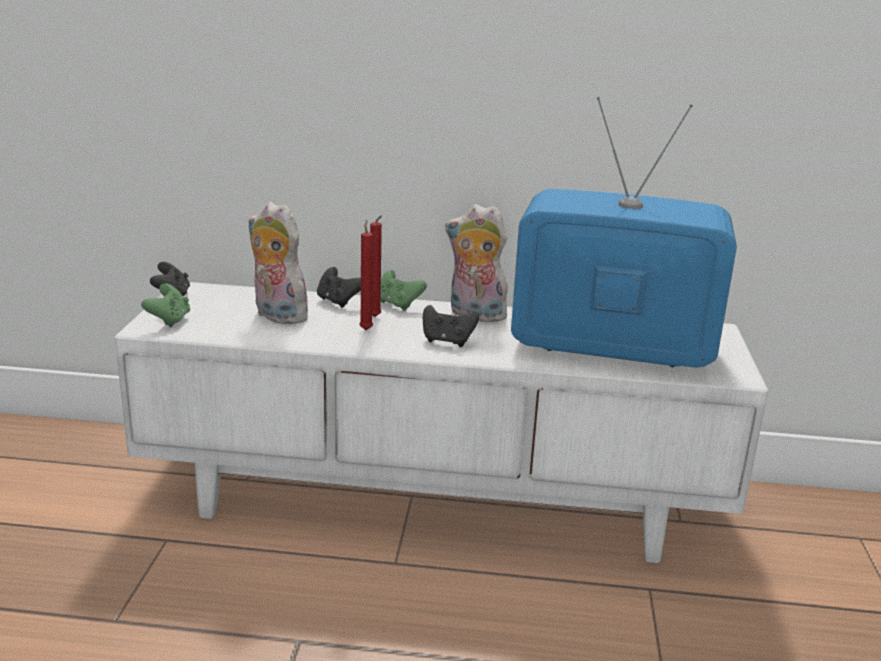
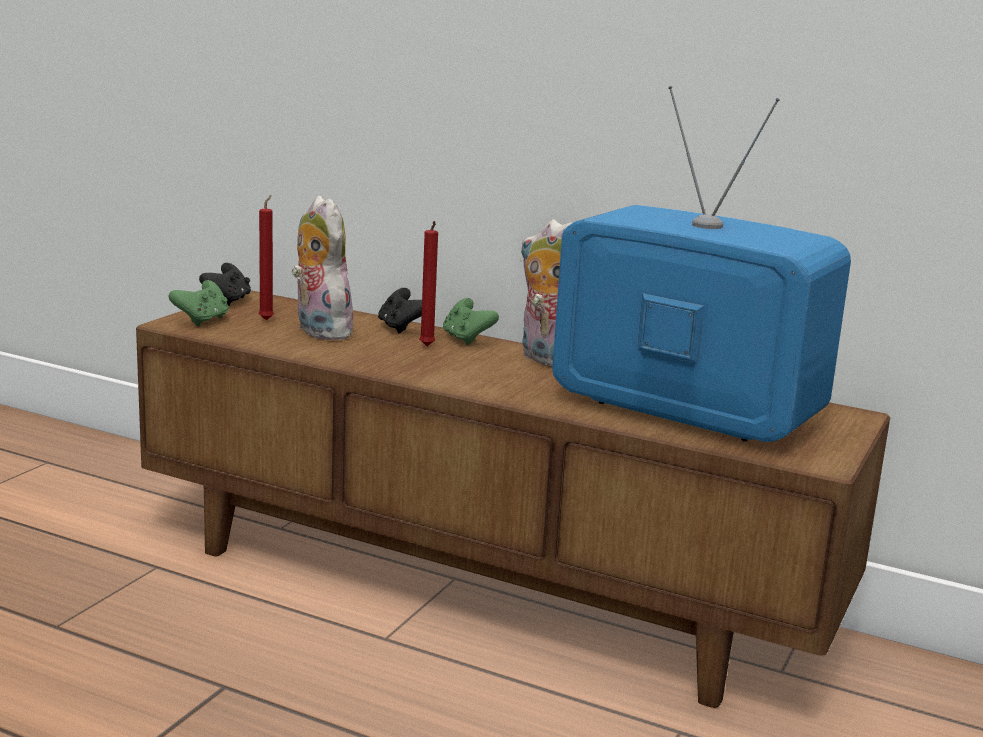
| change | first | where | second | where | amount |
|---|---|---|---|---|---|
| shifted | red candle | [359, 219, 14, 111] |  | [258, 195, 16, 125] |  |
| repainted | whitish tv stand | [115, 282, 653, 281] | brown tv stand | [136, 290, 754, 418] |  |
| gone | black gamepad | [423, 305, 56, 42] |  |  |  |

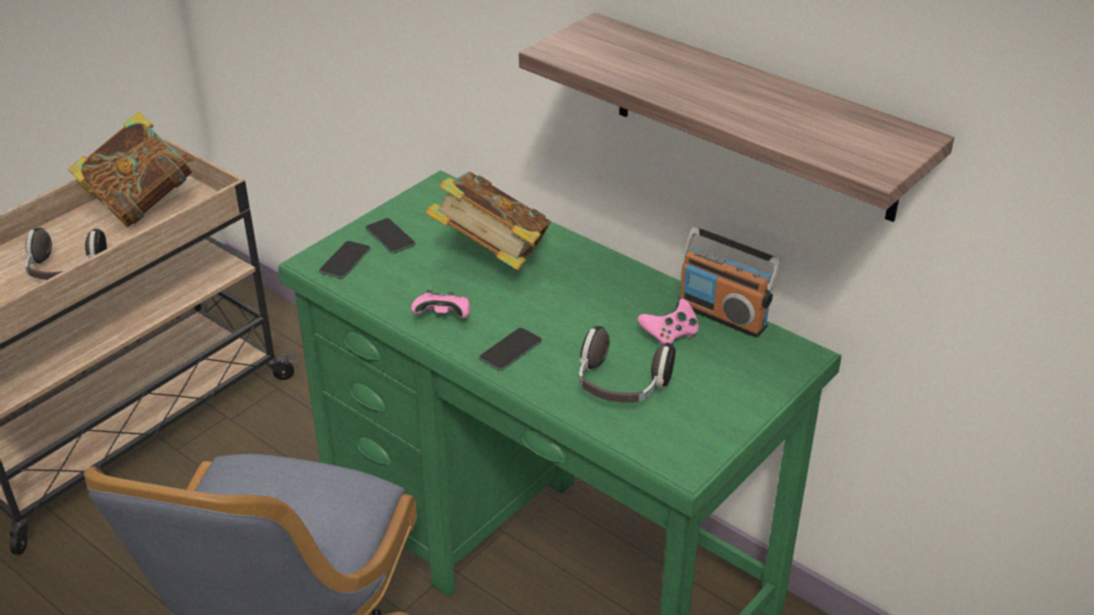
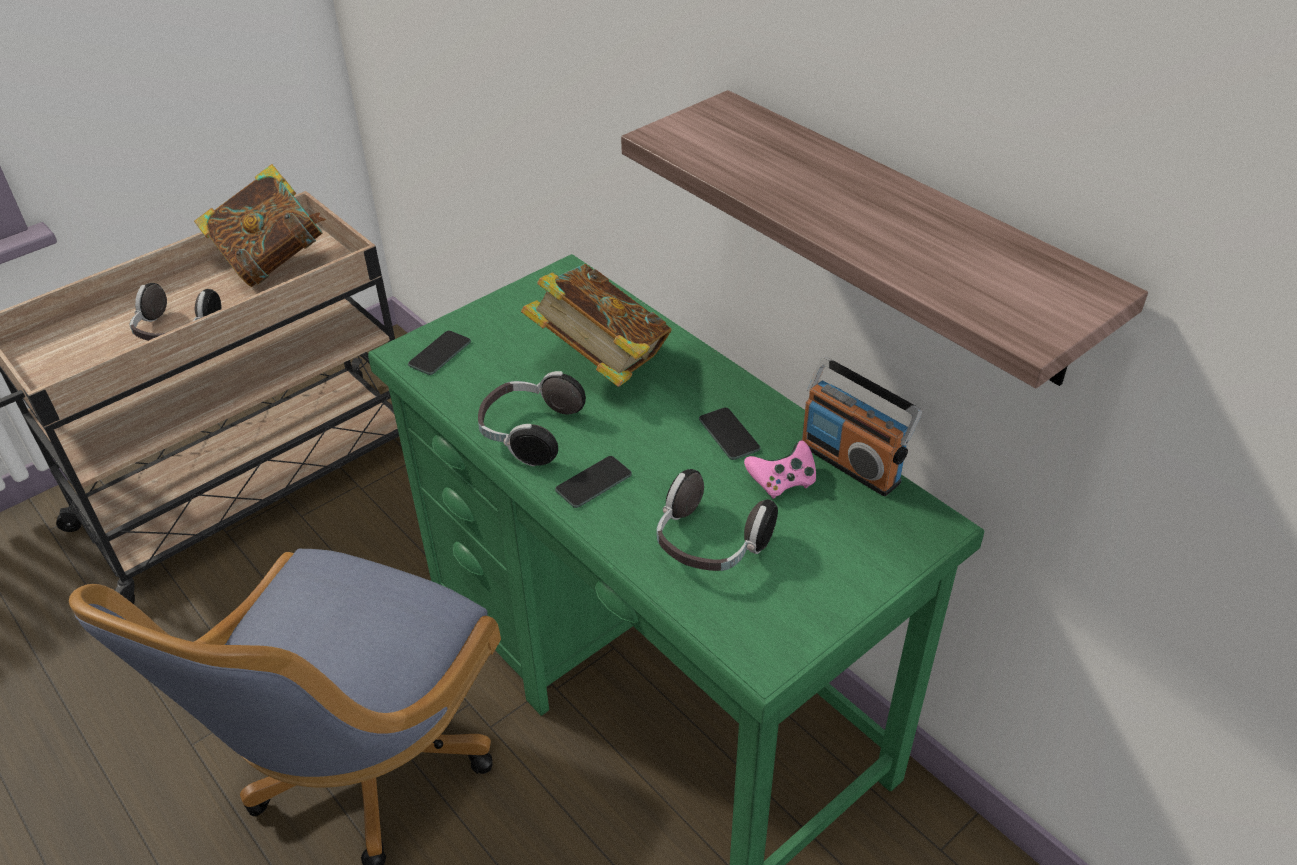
| change | first | where | second | where | amount |
|---|---|---|---|---|---|
| shifted | telephone | [366, 218, 50, 35] |  | [699, 407, 62, 53] |  |
| swapped | pink-coloured gamepad | [411, 290, 59, 28] | headphones | [478, 371, 108, 95] |  |

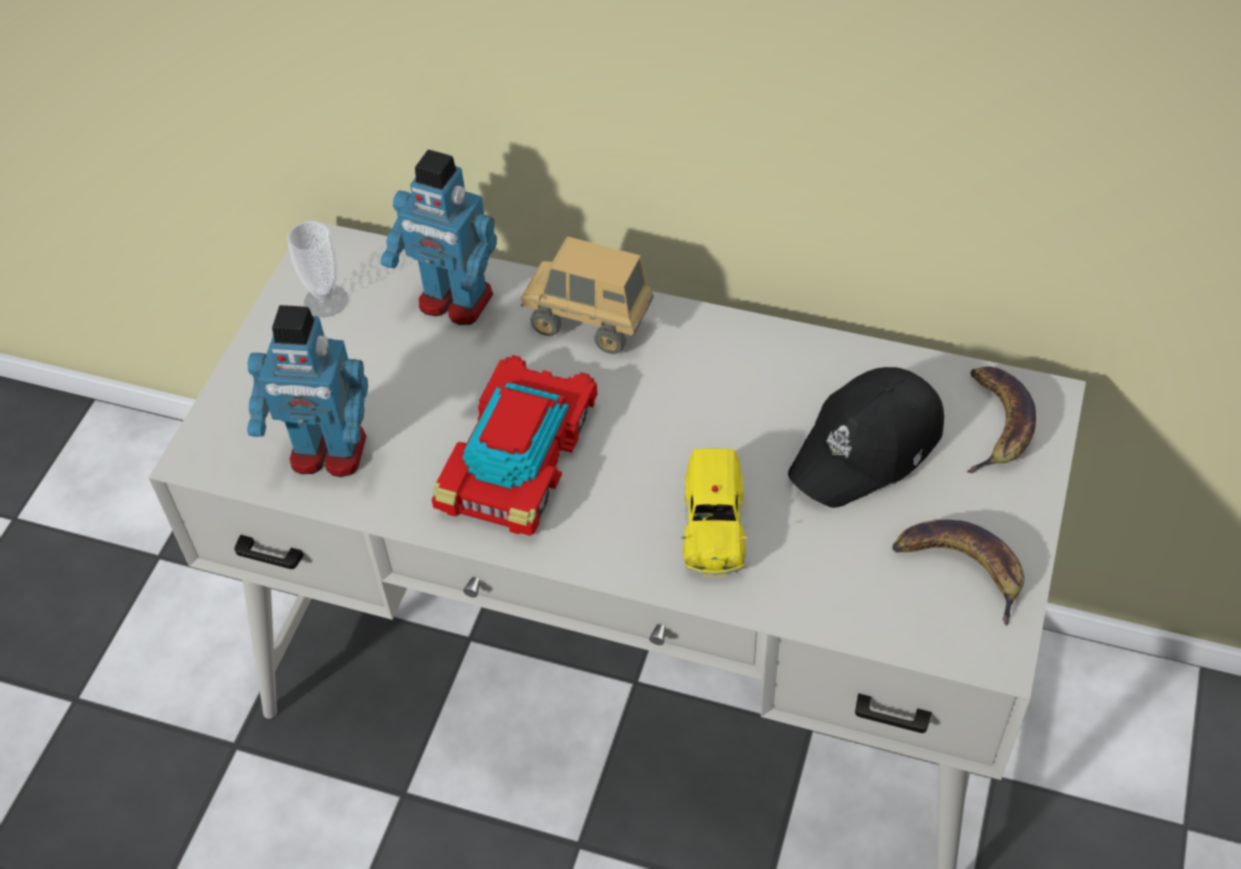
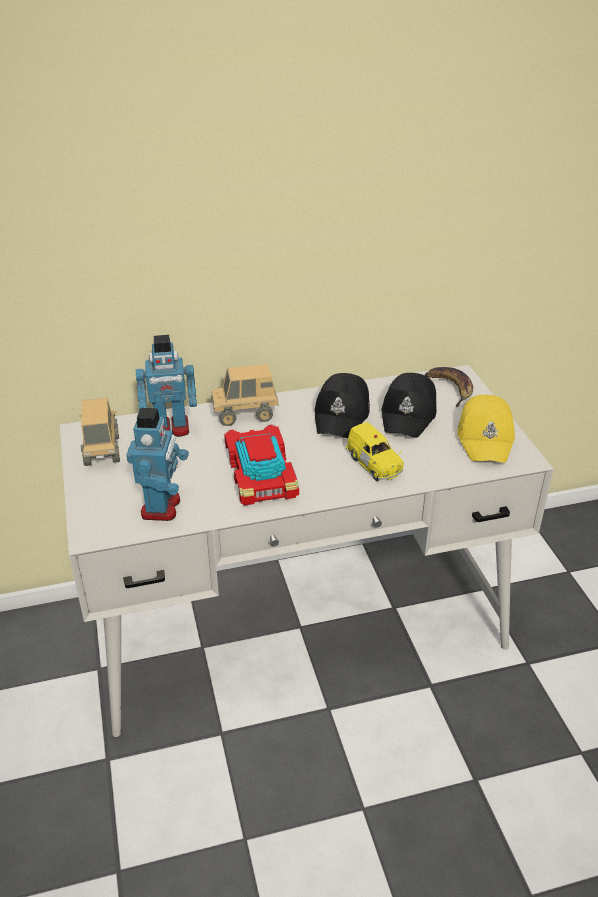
| change | first | where | second | where | amount |
|---|---|---|---|---|---|
| swapped | drinking cup | [287, 221, 61, 96] | model truck | [79, 398, 41, 68] |  |
| rotated | model robot | [247, 305, 121, 172] |  | [126, 408, 63, 113] | 60 degrees counterclockwise |
| swapped | banana fruit | [892, 520, 132, 106] | yellow-coloured peaked cap | [457, 395, 58, 68] |  |
| new |  |  | black peaked cap | [314, 373, 56, 65] |  |

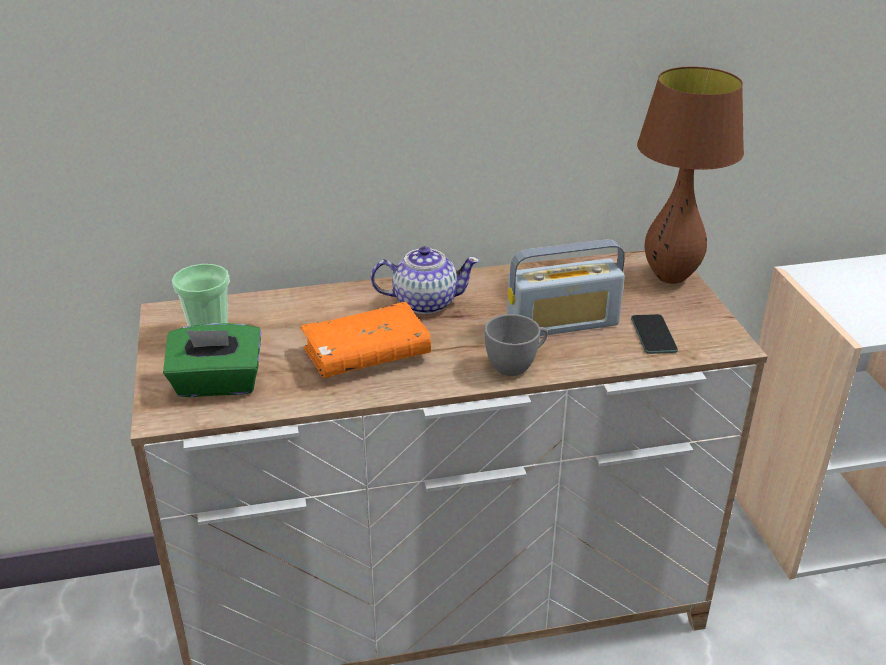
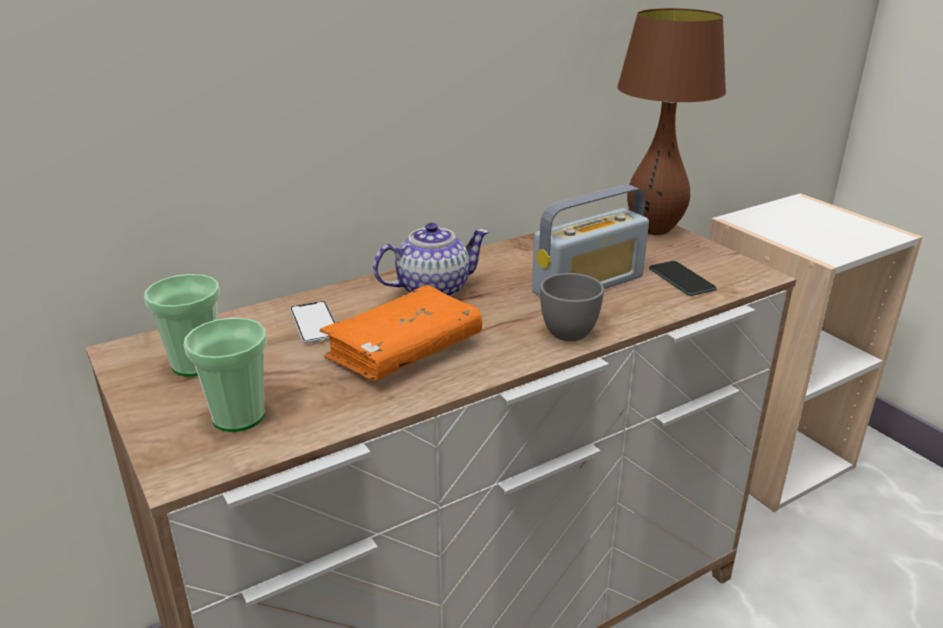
| change | first | where | second | where | amount |
|---|---|---|---|---|---|
| swapped | green-coloured tissue box | [163, 323, 98, 74] | drinking cup | [184, 317, 83, 115] |  |
| new |  |  | telephone | [290, 301, 46, 42] |  |

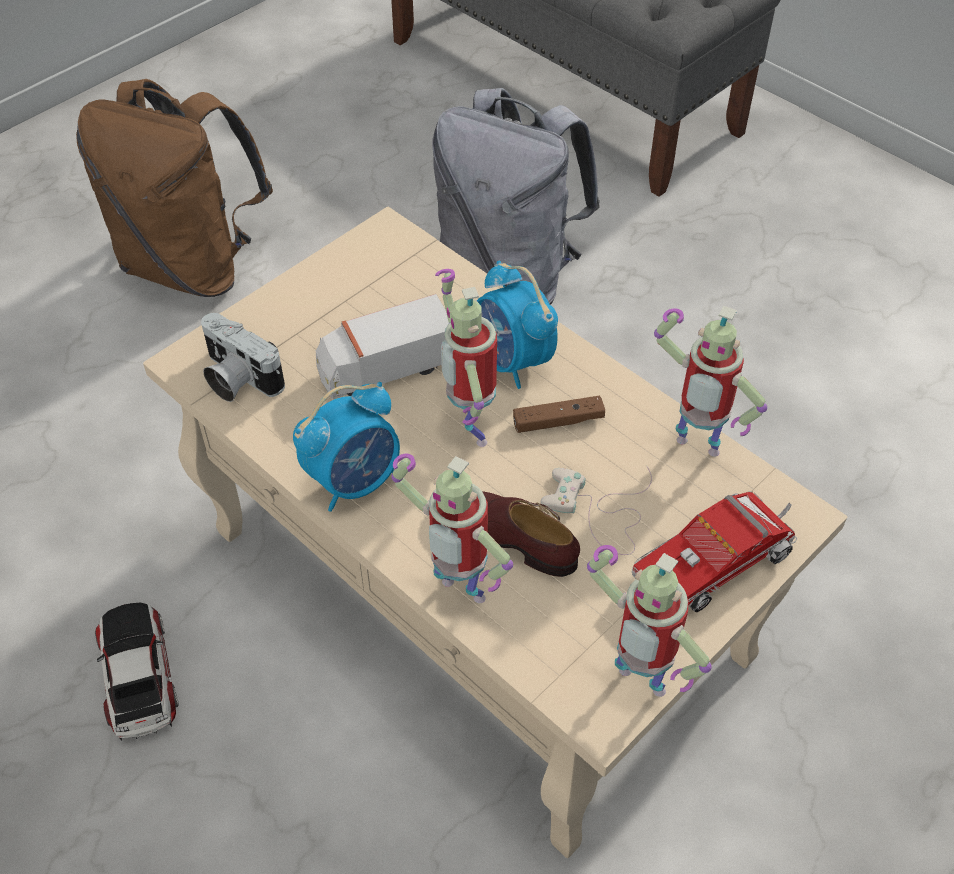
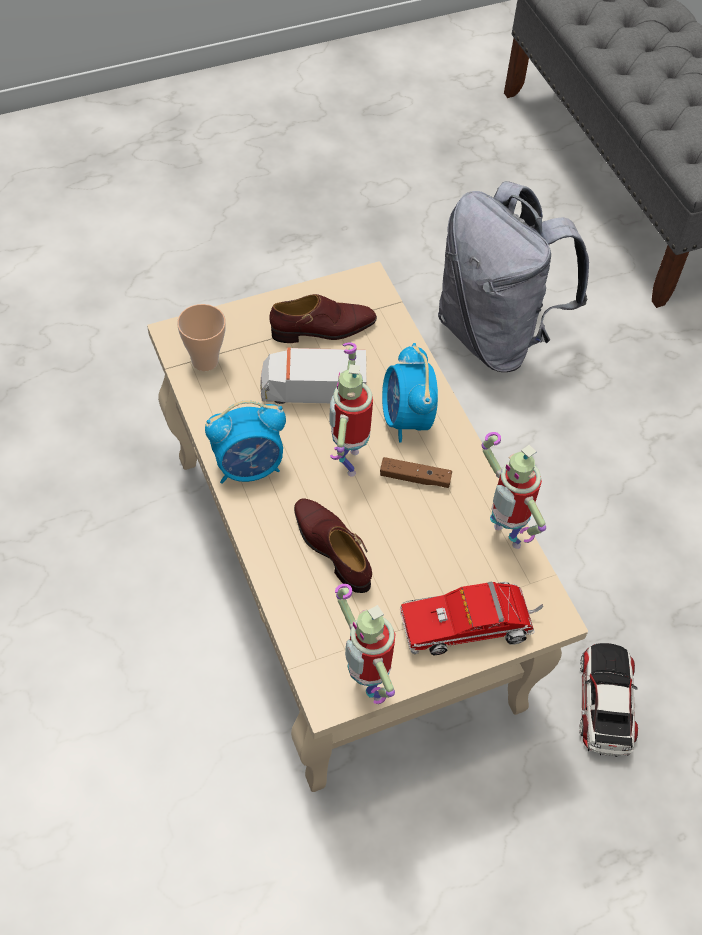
| change | first | where | second | where | amount |
|---|---|---|---|---|---|
| gone | brown rucksack | [76, 79, 197, 218] |  |  |  |
| swapped | photo camera | [201, 313, 84, 89] | drinking cup | [177, 304, 49, 67] |  |
| gone | model robot | [391, 454, 122, 149] |  |  |  |
| gone | whitish gamepad | [541, 466, 111, 89] |  |  |  |
| shifted | miniature car | [95, 603, 84, 137] |  | [579, 643, 59, 114] |  |
| new |  |  | brown low shoe | [269, 294, 108, 49] |  |

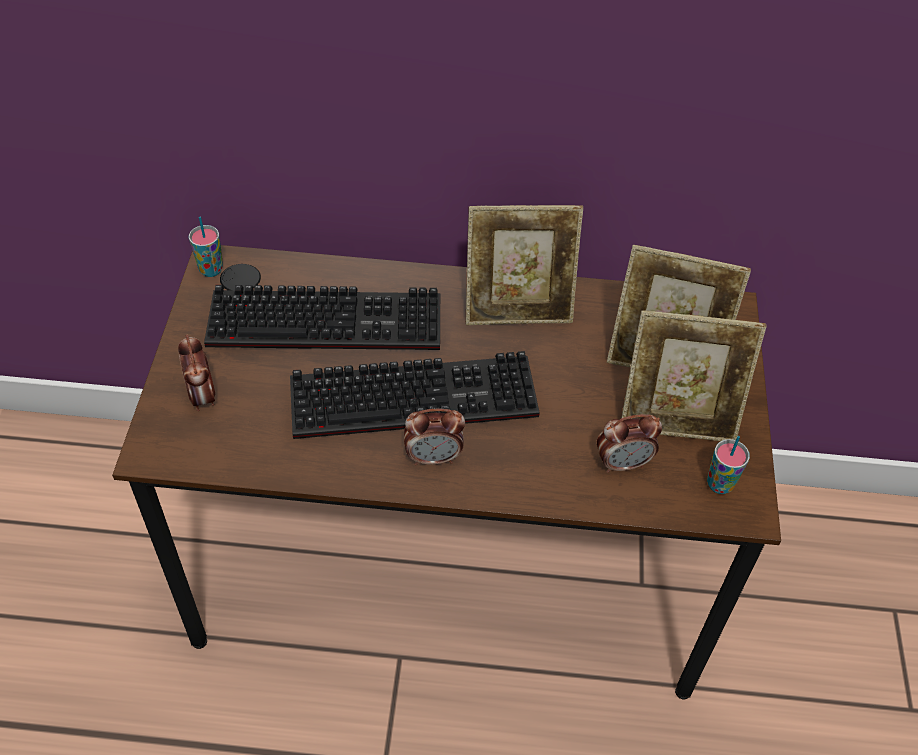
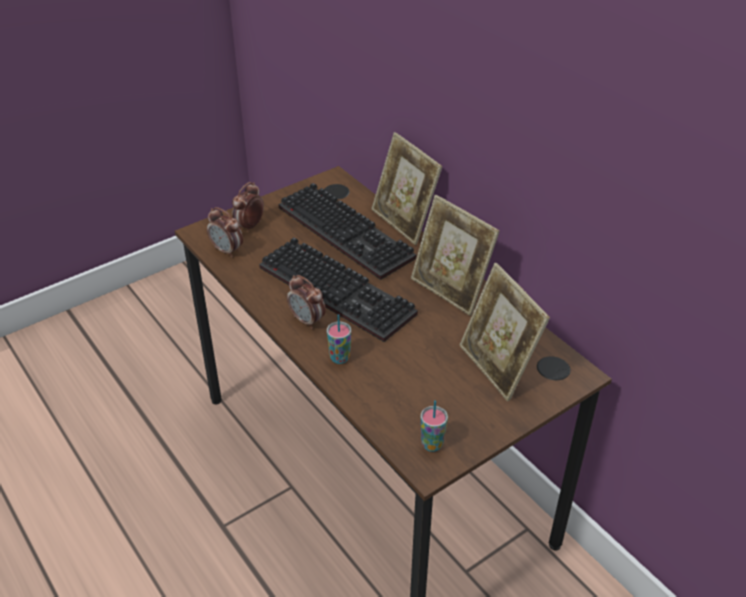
| change | first | where | second | where | amount |
|---|---|---|---|---|---|
| shifted | drinking cup | [189, 216, 34, 61] |  | [327, 314, 24, 50] |  |
| shifted | picture frame | [621, 310, 146, 131] |  | [371, 132, 72, 113] |  |
| shifted | table clock | [597, 414, 65, 59] |  | [207, 207, 36, 50] |  |

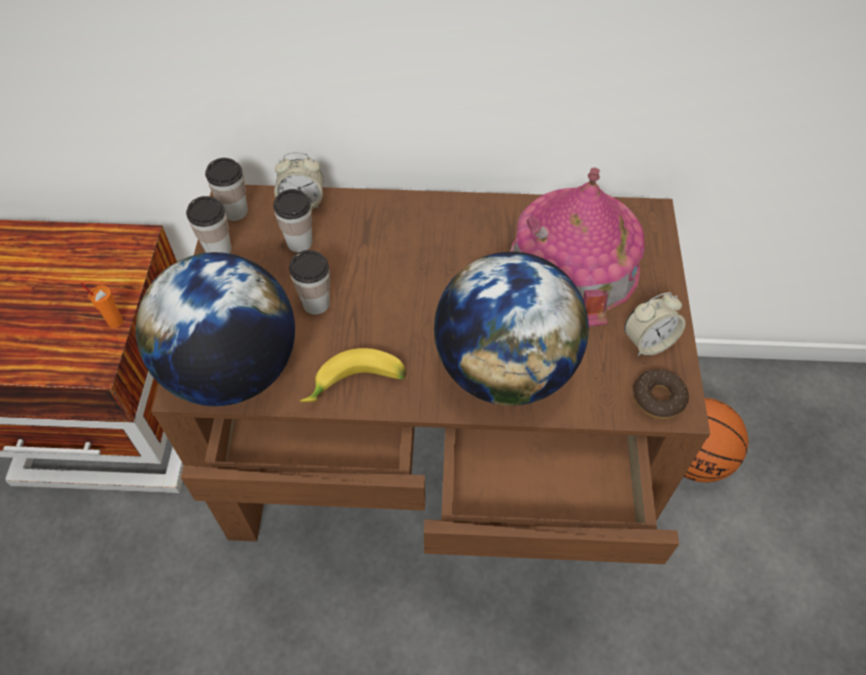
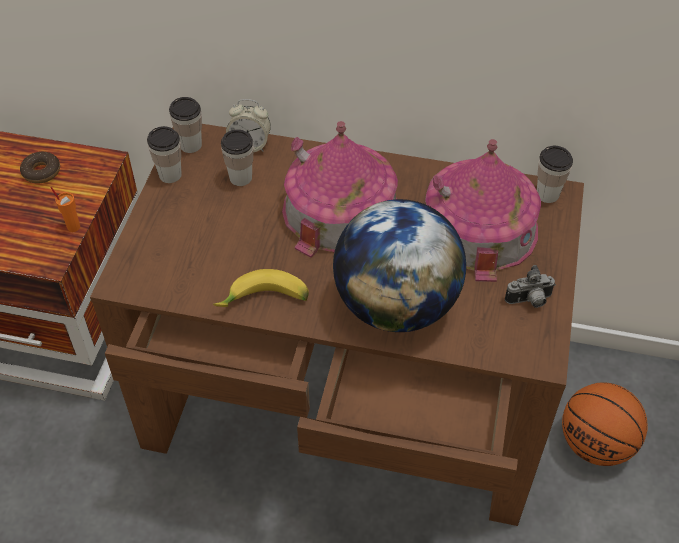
| change | first | where | second | where | amount |
|---|---|---|---|---|---|
| shifted | drinking cup | [289, 250, 41, 65] |  | [537, 146, 36, 57] |  |
| gone | globe | [136, 252, 159, 154] |  |  |  |
| swapped | table clock | [624, 292, 61, 64] | photo camera | [505, 265, 51, 43] |  |
| shifted | ring doughnut | [633, 369, 56, 51] |  | [20, 152, 40, 31] |  |
| new |  |  | toy house | [282, 121, 116, 137] |  |

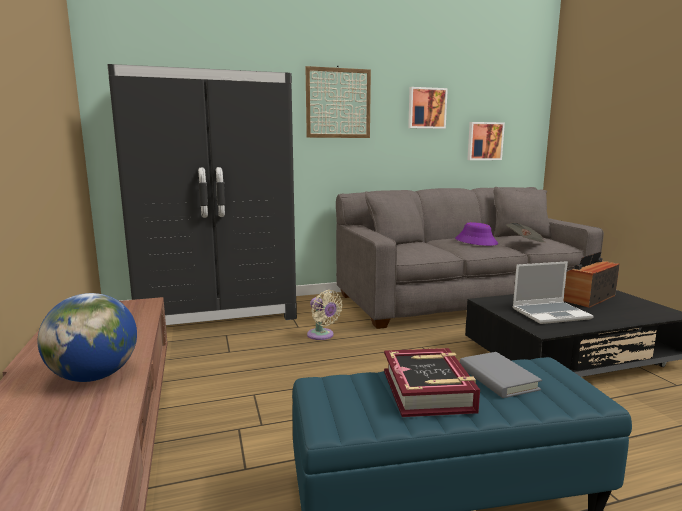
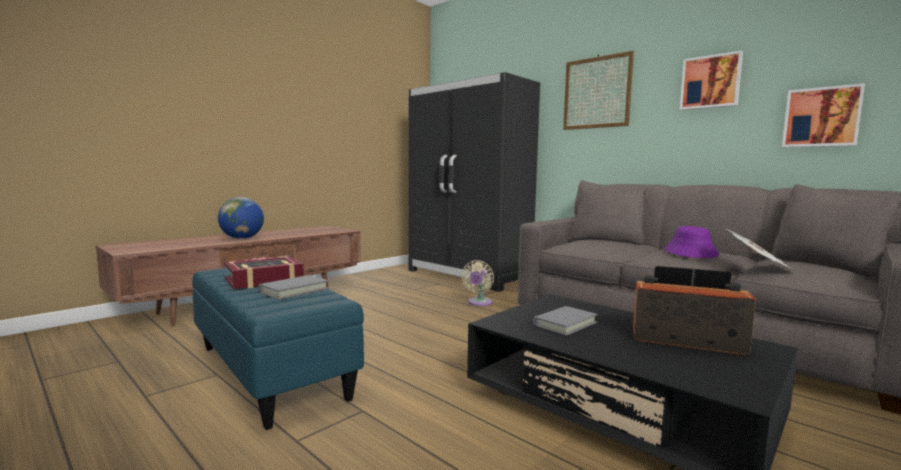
| change | first | where | second | where | amount |
|---|---|---|---|---|---|
| swapped | portable computer | [513, 261, 81, 63] | grey volume | [533, 306, 65, 30] |  |

